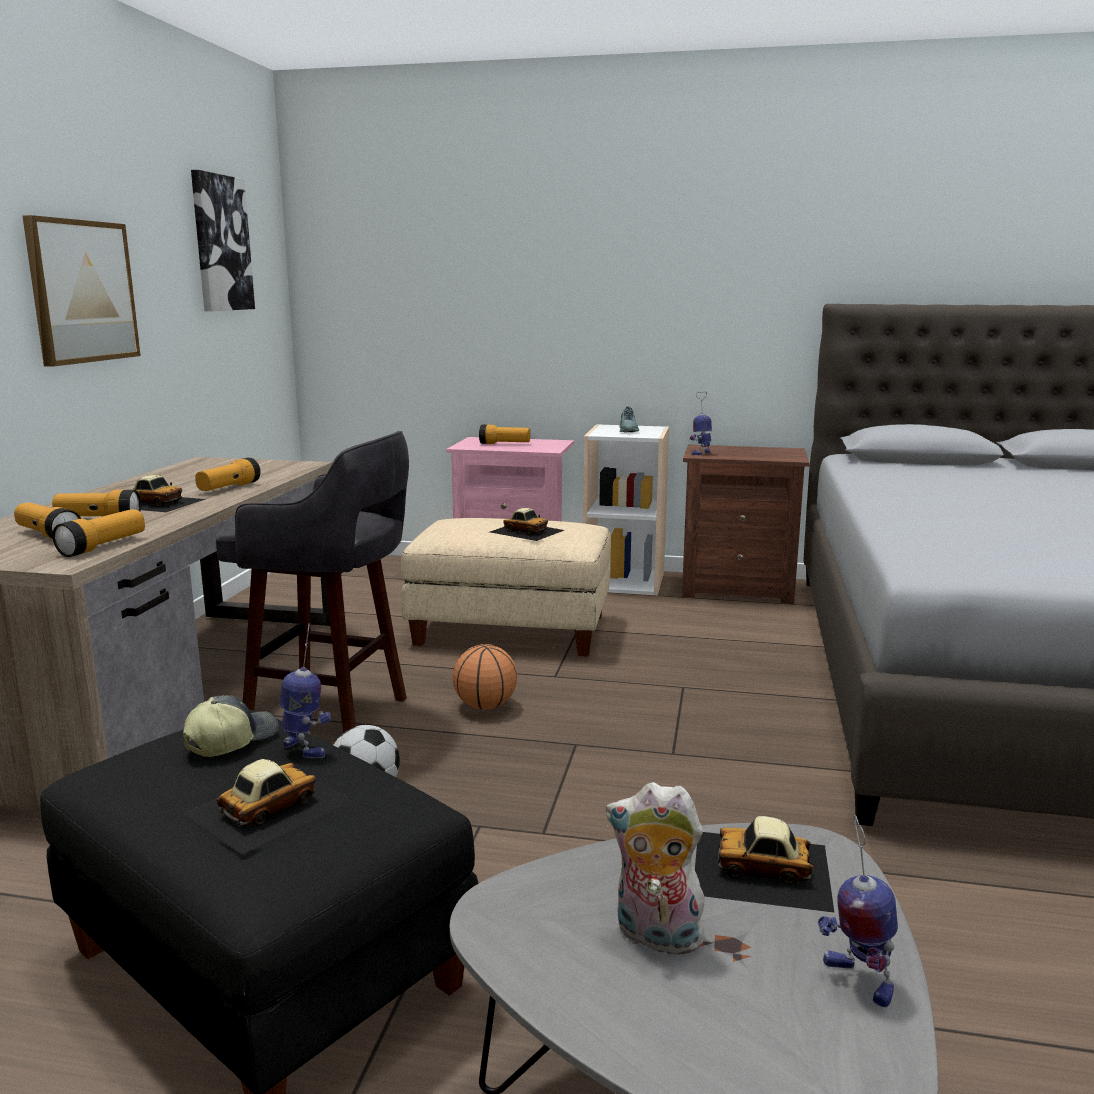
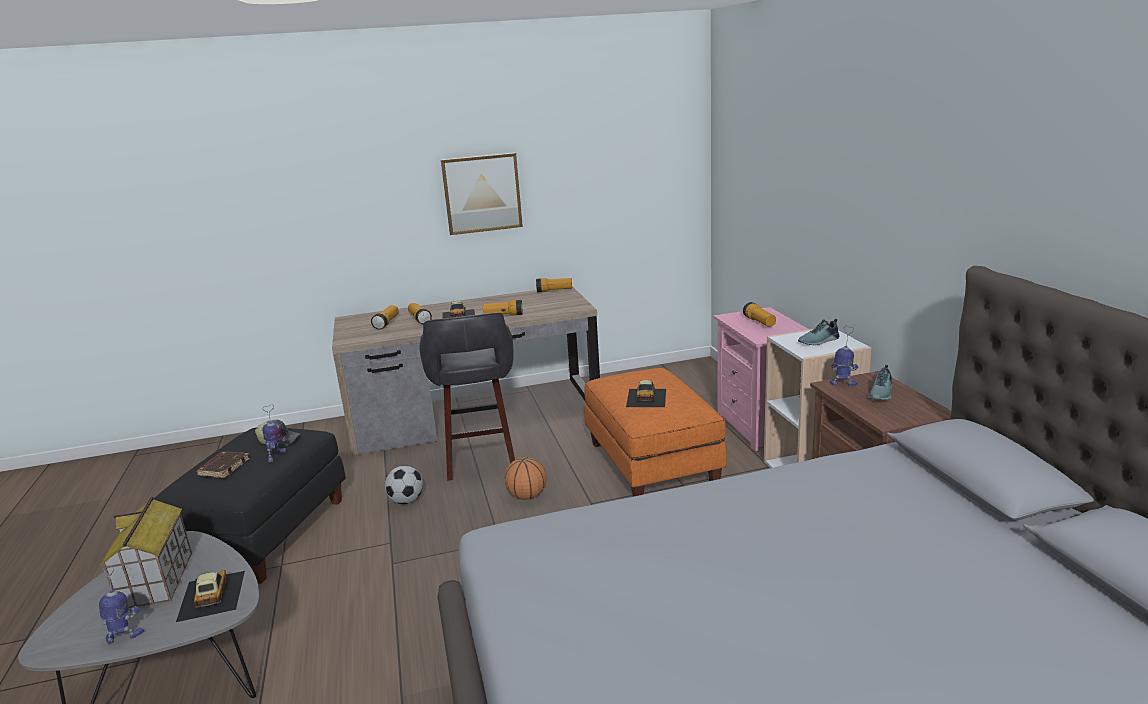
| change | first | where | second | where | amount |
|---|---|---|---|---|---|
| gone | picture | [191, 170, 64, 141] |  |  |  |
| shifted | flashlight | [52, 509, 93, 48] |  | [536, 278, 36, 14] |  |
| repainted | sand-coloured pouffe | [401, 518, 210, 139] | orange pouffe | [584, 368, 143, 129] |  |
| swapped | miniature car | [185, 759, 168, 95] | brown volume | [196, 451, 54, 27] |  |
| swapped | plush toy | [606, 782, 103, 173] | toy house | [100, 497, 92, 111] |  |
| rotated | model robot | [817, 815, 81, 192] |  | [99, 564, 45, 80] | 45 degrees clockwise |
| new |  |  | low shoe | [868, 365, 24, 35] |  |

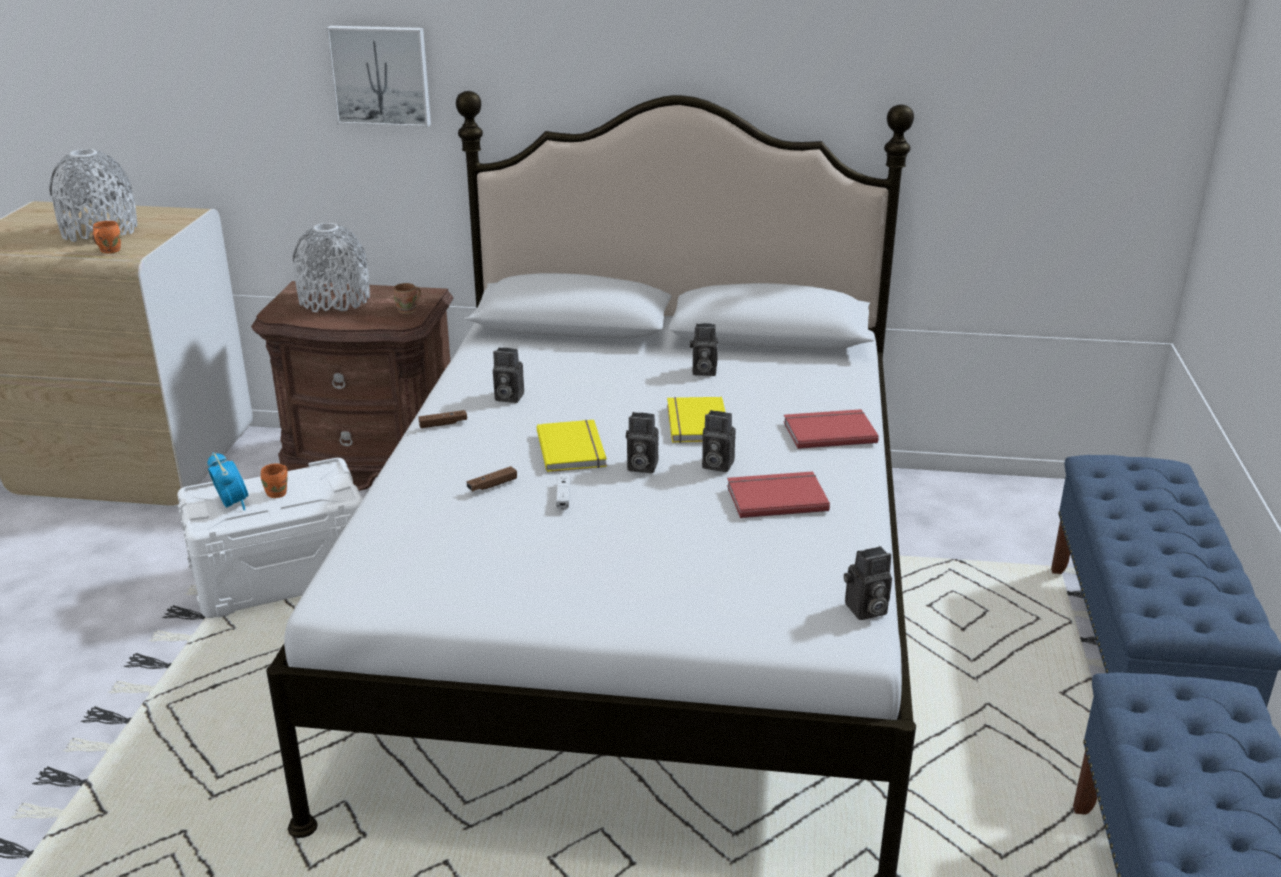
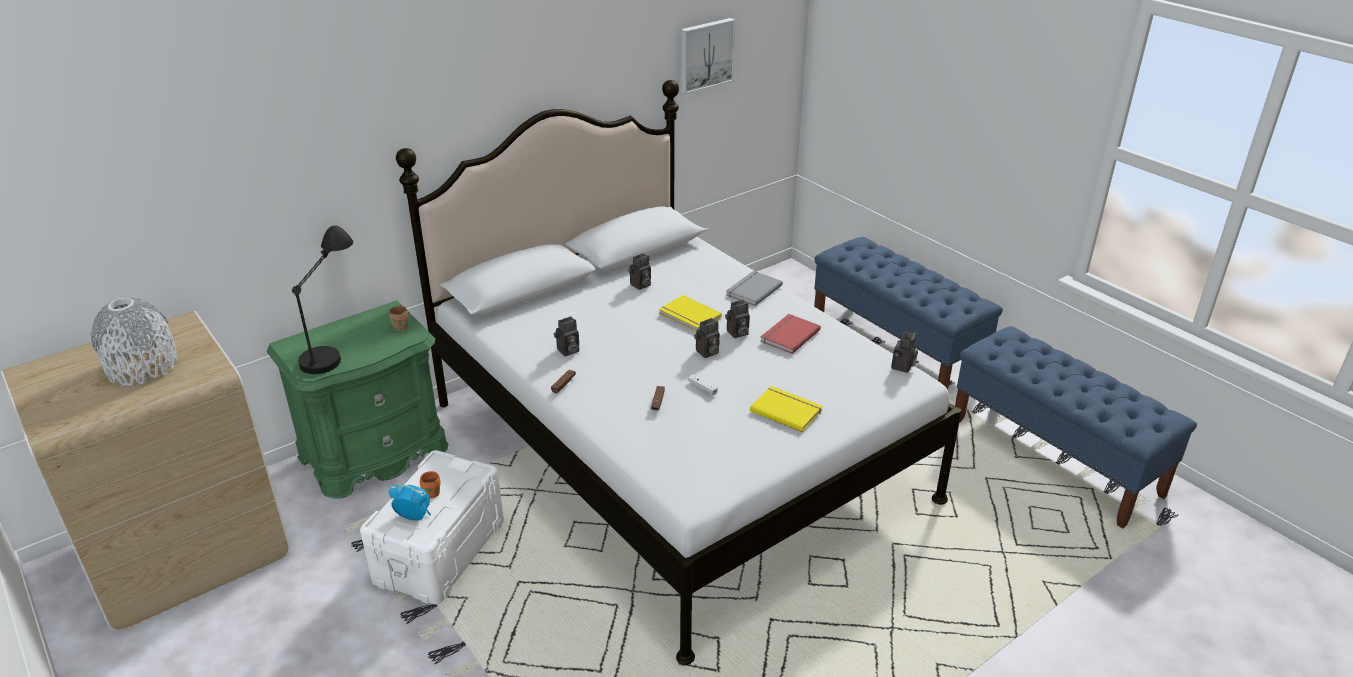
| change | first | where | second | where | amount |
|---|---|---|---|---|---|
| shifted | picture | [326, 26, 105, 102] |  | [681, 18, 54, 76] |  |
| gone | orange tea mug | [92, 221, 29, 32] |  |  |  |
| swapped | grey decorative vase | [292, 223, 78, 89] | black lamp for a table | [292, 225, 61, 149] |  |
| repainted | brown bedside table | [251, 281, 203, 210] | green-coloured bedside table | [266, 300, 183, 199] |  |
| repainted | red volume | [784, 409, 95, 40] | grey volume | [726, 271, 57, 35] |  |
| shifted | yellow-coloured volume | [537, 420, 70, 52] |  | [750, 386, 73, 46] |  |

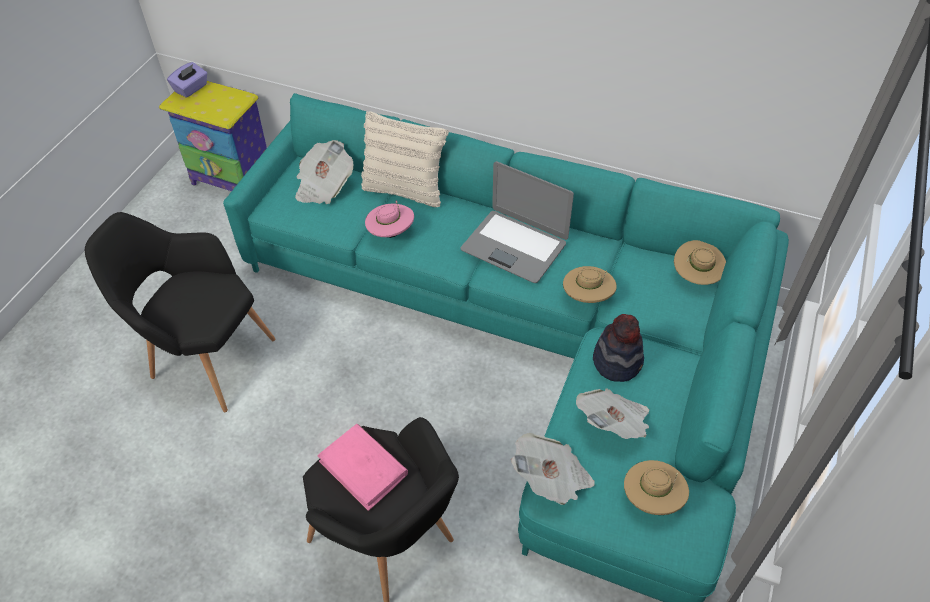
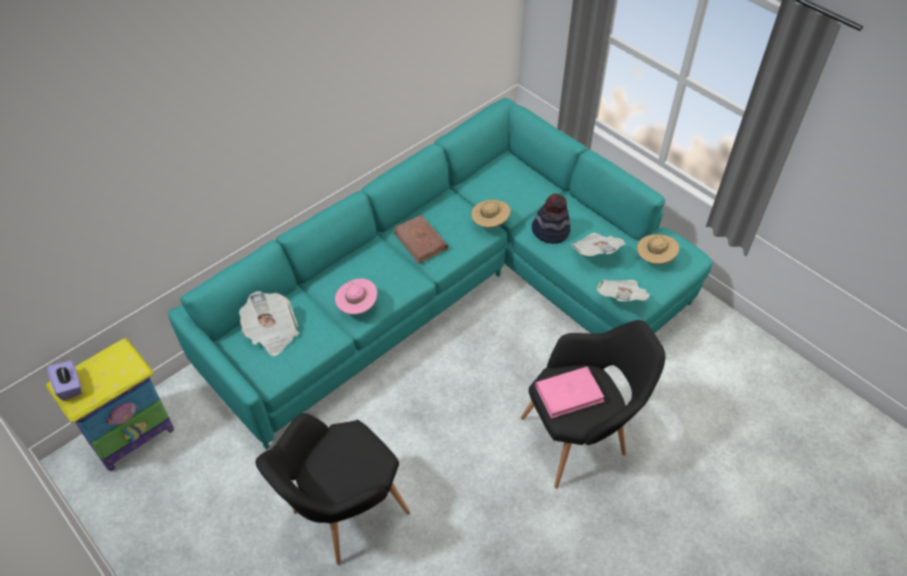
| change | first | where | second | where | amount |
|---|---|---|---|---|---|
| gone | sand-coloured pillow | [361, 112, 88, 95] |  |  |  |
| swapped | portable computer | [461, 161, 113, 122] | brown volume | [393, 215, 55, 49] |  |
| gone | sand-coloured wearable hat | [674, 240, 52, 45] |  |  |  |

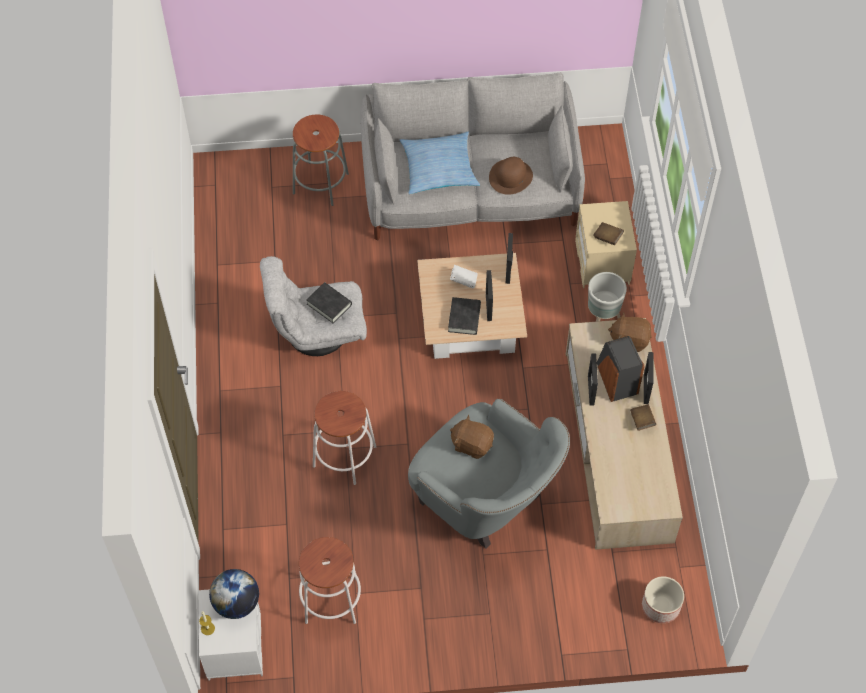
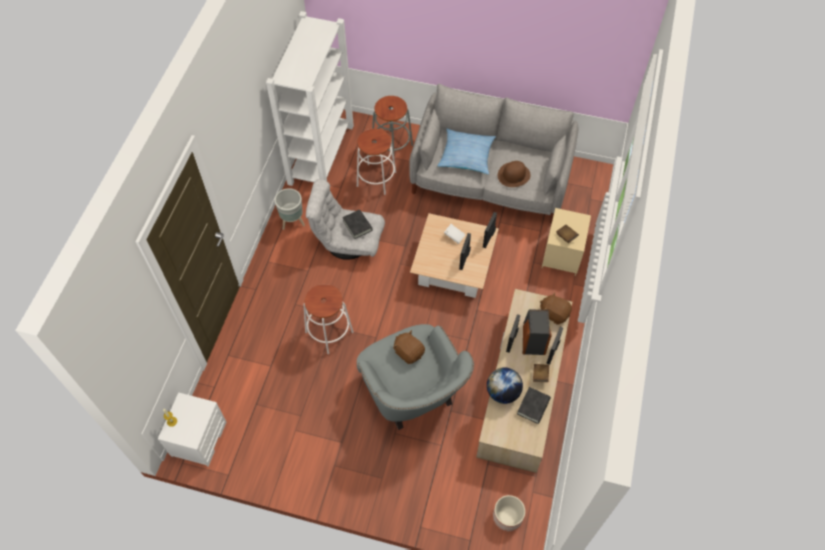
| change | first | where | second | where | amount |
|---|---|---|---|---|---|
| shifted | grey plant pot | [588, 272, 39, 50] |  | [274, 188, 31, 42] |  |
| shifted | black volume | [448, 297, 33, 38] |  | [517, 387, 34, 37] |  |
| shifted | whitish stool | [299, 537, 62, 87] |  | [357, 129, 39, 66] |  |
| shifted | globe | [209, 569, 50, 50] |  | [487, 367, 36, 37] |  |
| new |  |  | whitish bookcase | [266, 11, 88, 175] |  |

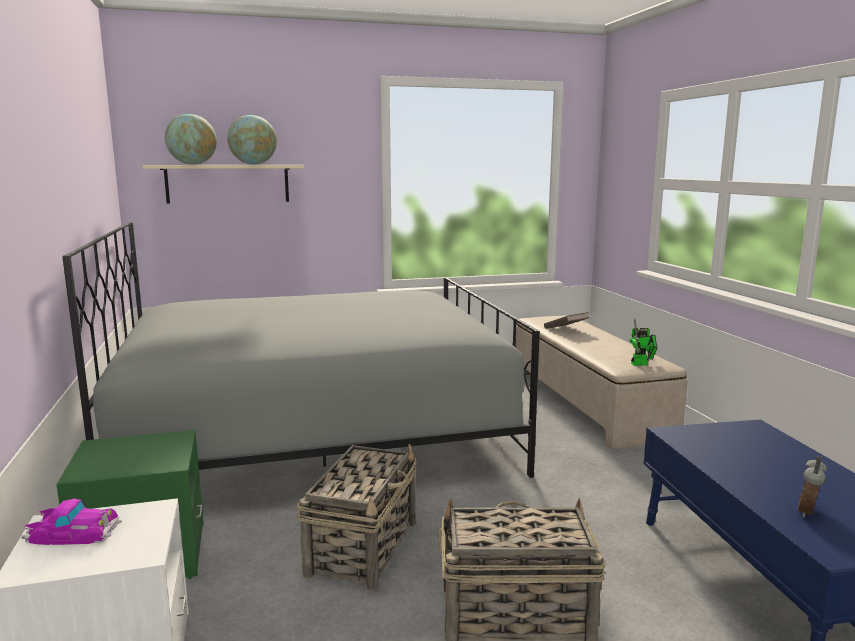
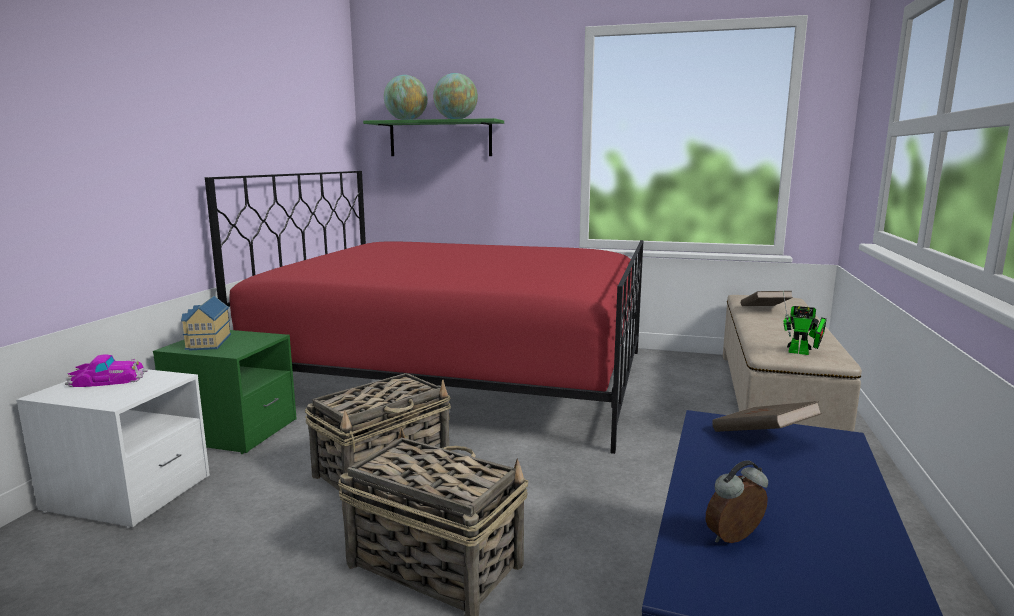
| change | first | where | second | where | amount |
|---|---|---|---|---|---|
| repainted | sand-coloured shelf | [142, 165, 162, 38] | green-coloured shelf | [363, 118, 141, 38] |  |
| repainted | grey bedroom bed | [62, 222, 478, 256] | red bedroom bed | [205, 171, 438, 283] |  |
| rotated | miniature car | [22, 499, 100, 46] |  | [65, 354, 83, 33] | 45 degrees counterclockwise |
| new |  |  | toy house | [181, 296, 50, 54] |  |
| new |  |  | brown volume | [712, 401, 110, 31] |  |

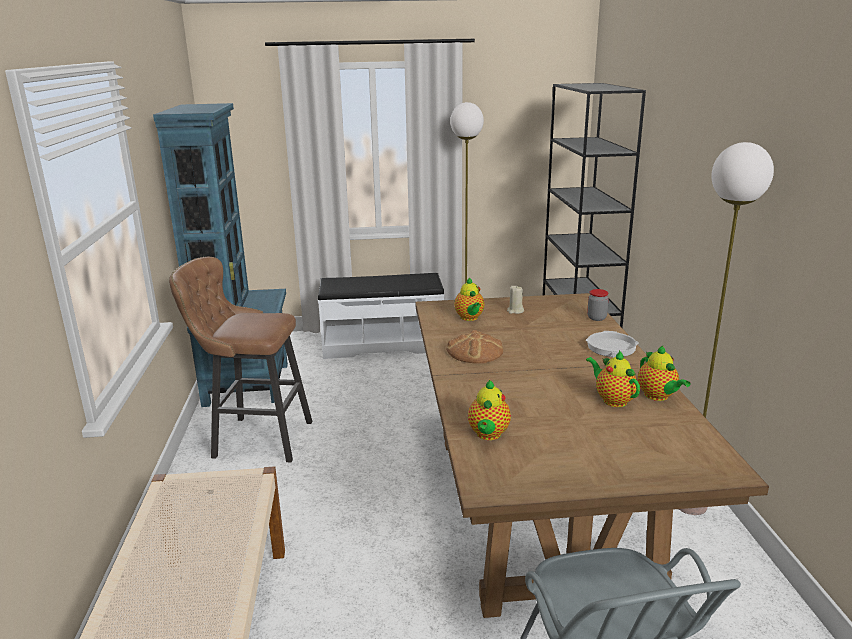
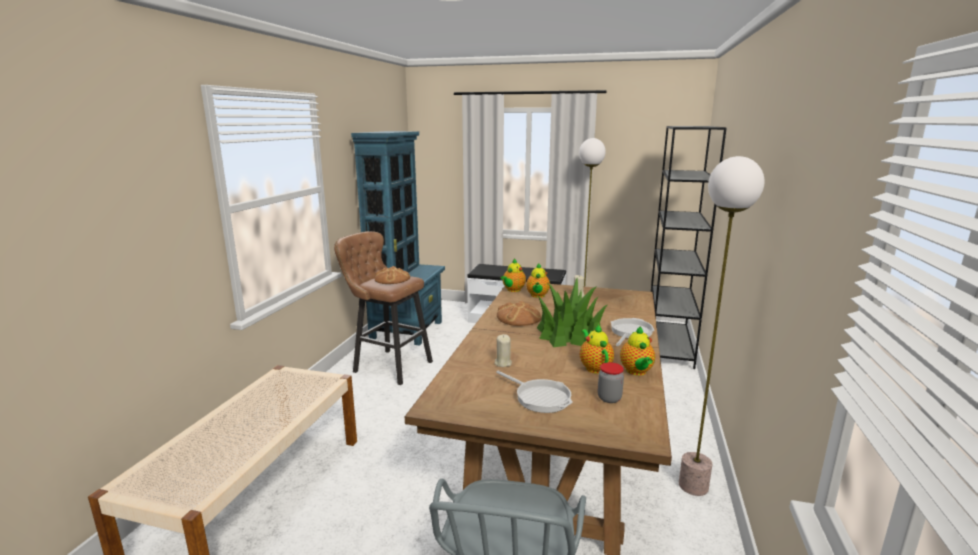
| change | first | where | second | where | amount |
|---|---|---|---|---|---|
| shifted | storage jar | [587, 289, 22, 32] |  | [598, 362, 26, 41] |  |
| shifted | pot for tea | [468, 380, 43, 60] |  | [501, 259, 25, 33] |  |
| new |  |  | bread | [375, 266, 35, 18] |  |
| new |  |  | plant in a pot | [537, 278, 70, 69] |  |
| new |  |  | sand-coloured candle | [495, 334, 17, 33] |  |
| new |  |  | skillet | [496, 371, 77, 42] |  |

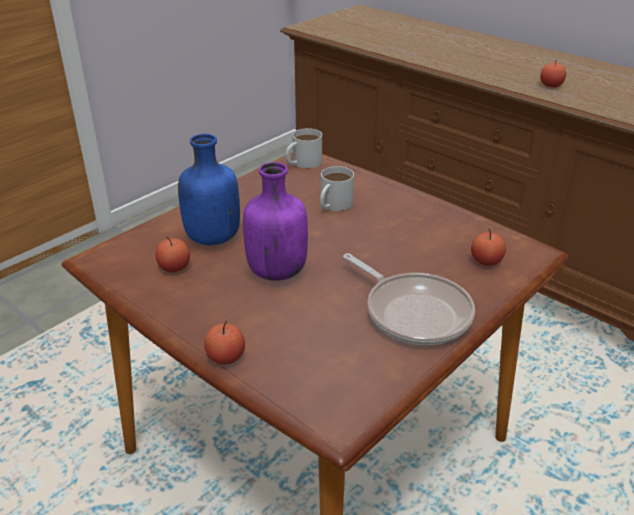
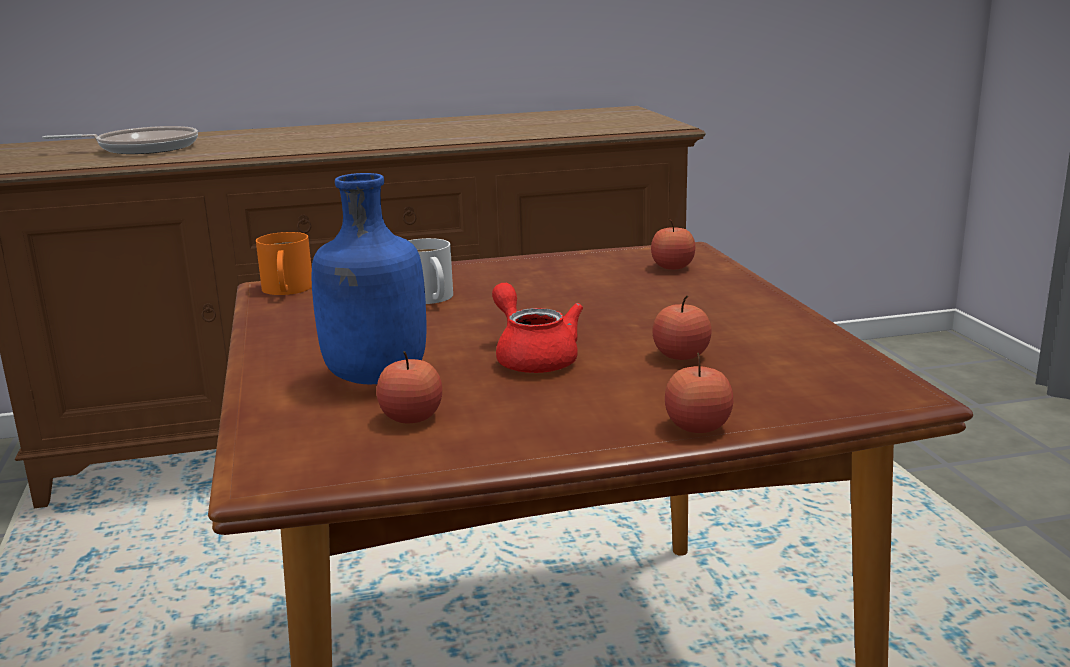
| change | first | where | second | where | amount |
|---|---|---|---|---|---|
| shifted | whole apple | [540, 59, 26, 29] |  | [652, 295, 60, 65] |  |
| repainted | whitish tea mug | [286, 128, 36, 40] | orange tea mug | [256, 232, 56, 63] |  |
| swapped | purplish drink bottle | [243, 162, 65, 119] | red pot for tea | [492, 283, 91, 90] |  |
| shifted | skillet | [343, 253, 132, 92] |  | [42, 126, 156, 28] |  |

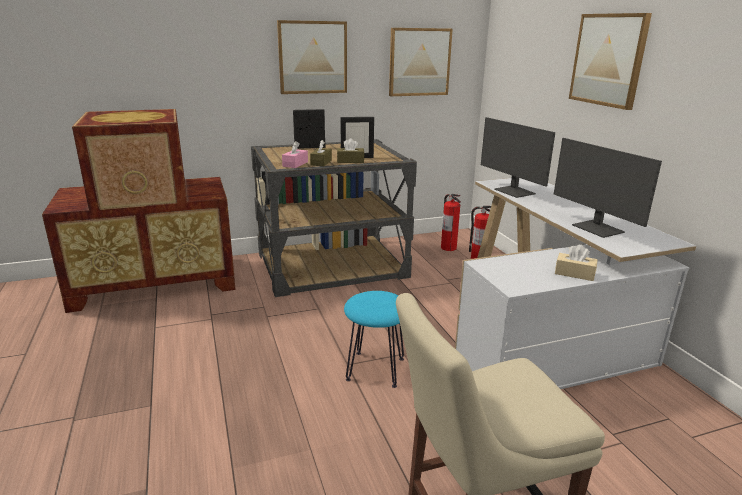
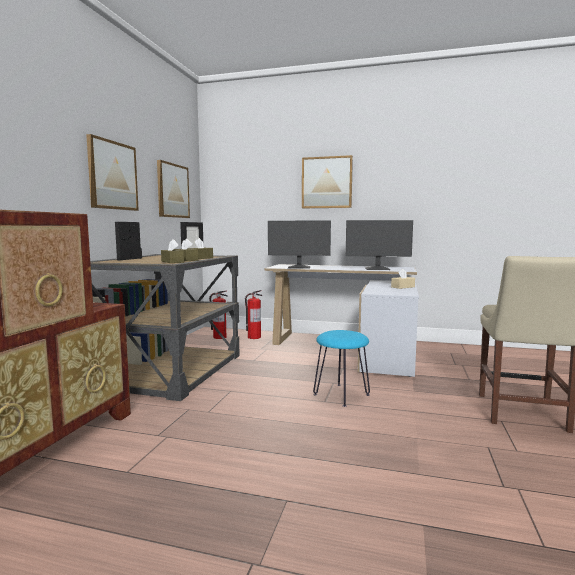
| change | first | where | second | where | amount |
|---|---|---|---|---|---|
| repainted | pink-coloured tissue box | [282, 141, 26, 27] | brown tissue box | [161, 239, 23, 24] |  |

